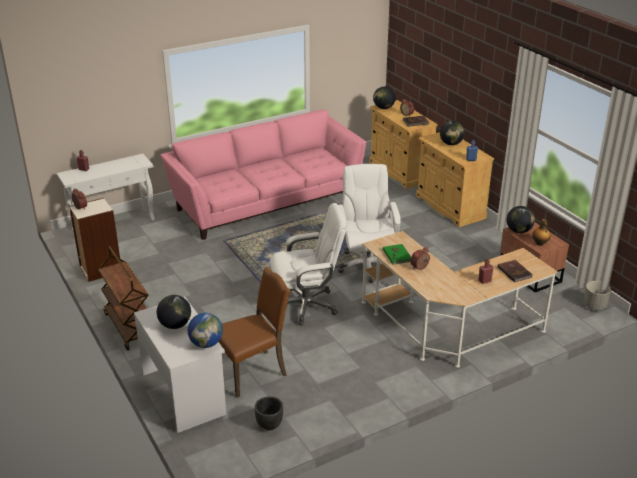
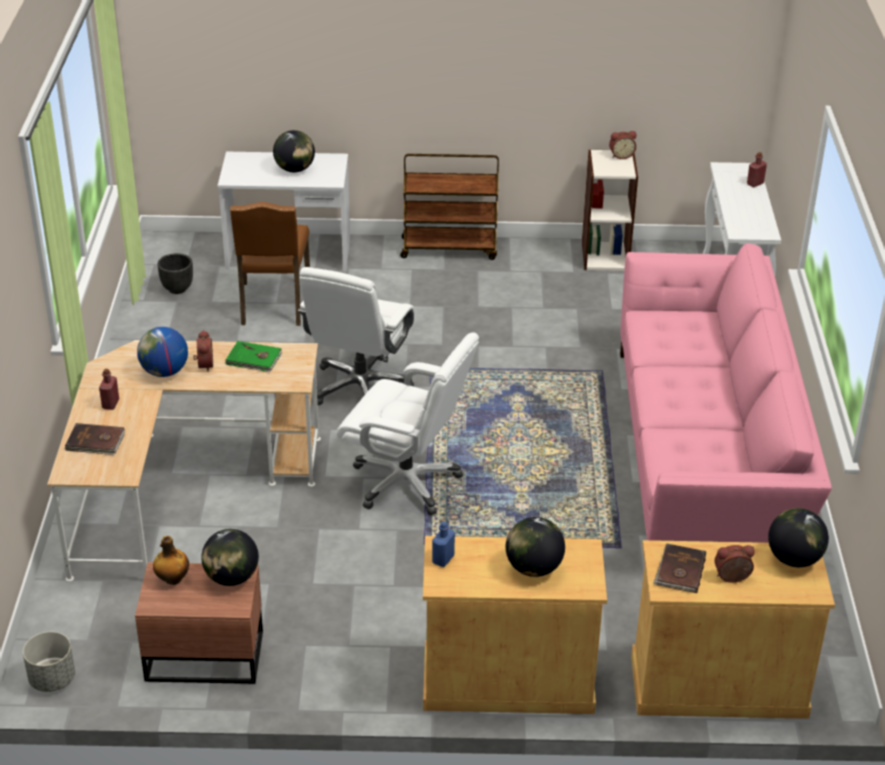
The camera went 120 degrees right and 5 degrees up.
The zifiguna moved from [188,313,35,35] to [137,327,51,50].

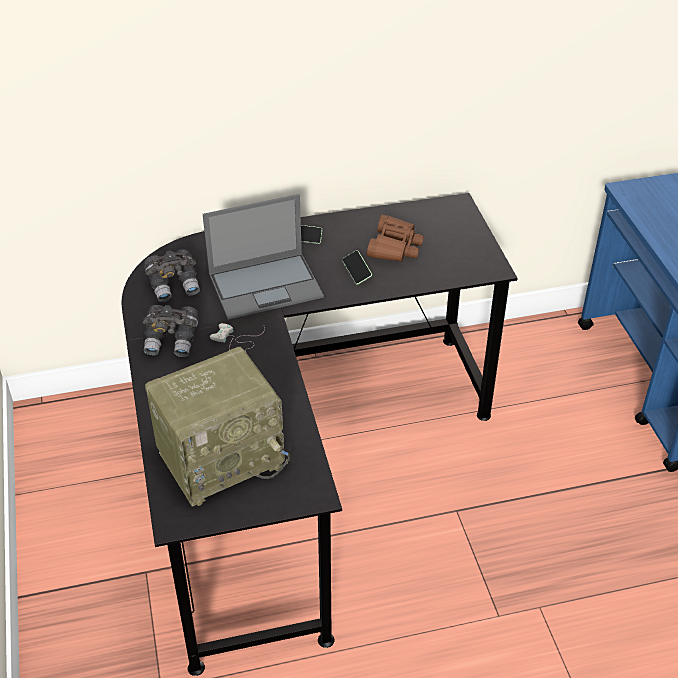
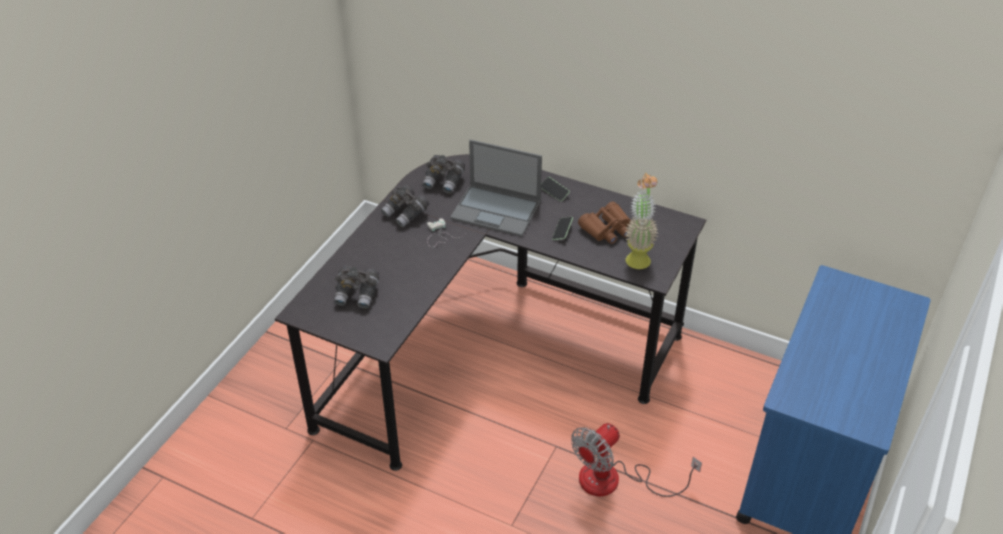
The camera went 40 degrees right and 0 degrees up.
The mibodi at [145,347,146,160] was replaced by the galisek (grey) at [334,266,45,43].
The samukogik at [626,173,32,96] appeared.
The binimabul at [571,423,131,74] appeared.

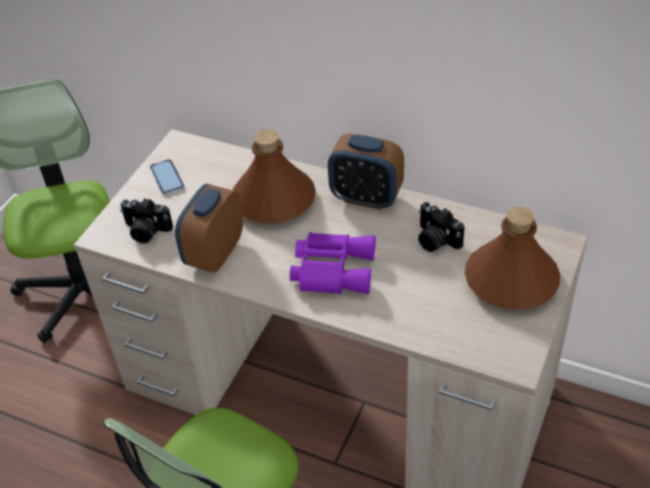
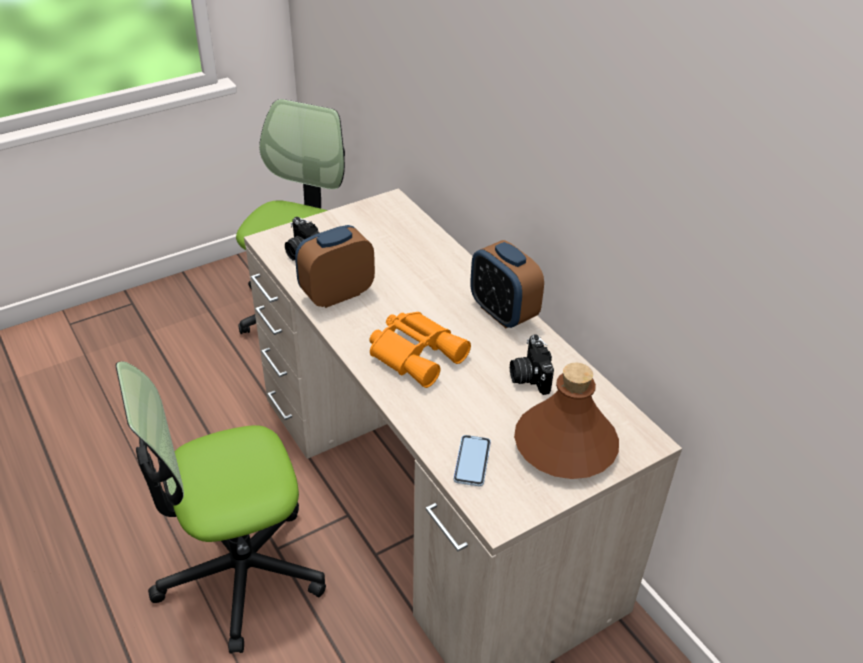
The camera went 30 degrees right and 5 degrees down.
The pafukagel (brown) at [233,129,83,95] disappeared.
The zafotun moved from [150,159,35,36] to [453,435,38,51].
The galisek (purple) at [290,232,85,62] became the galisek (orange) at [369,312,102,76].

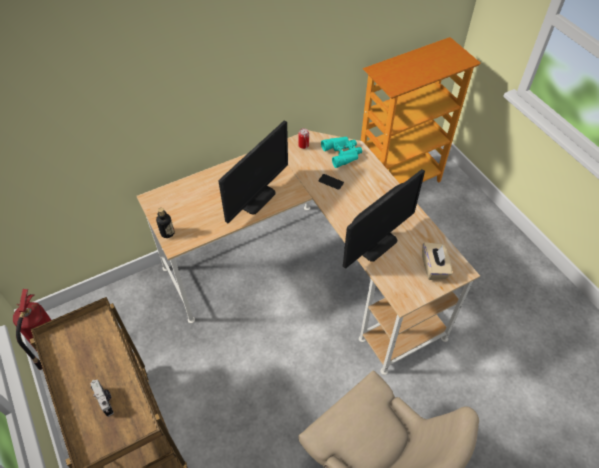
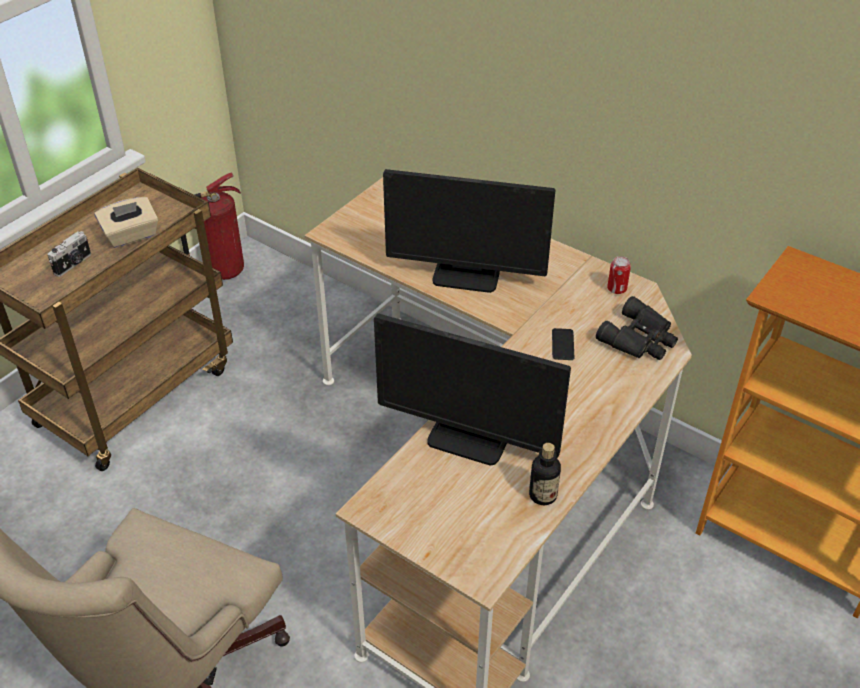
The camera went 65 degrees right and 10 degrees down.
The galisek (turquoise) at [321,137,41,31] became the galisek (black) at [596,296,82,64].
The pafukagel moved from [156,208,19,30] to [529,443,32,62].
The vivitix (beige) moved from [422,242,30,38] to [94,197,64,51].

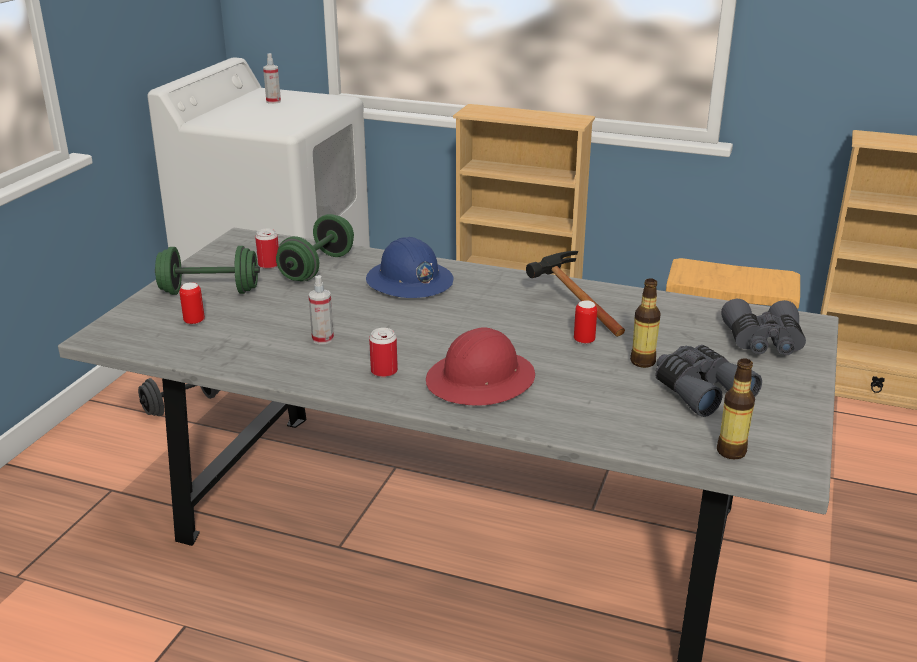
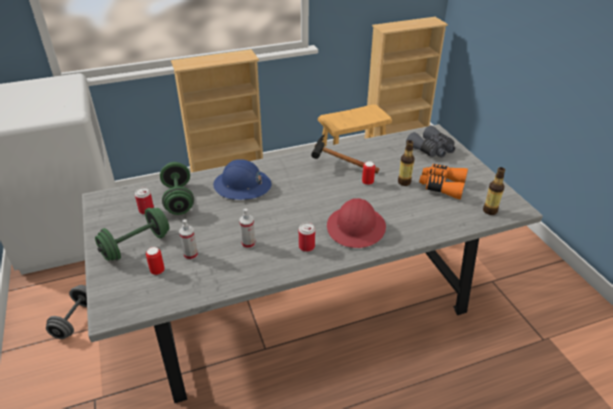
The camera went 40 degrees left and 10 degrees up.
The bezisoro moved from [263,53,18,51] to [179,219,19,41].
The galisek (grey) at [655,345,107,72] became the galisek (orange) at [419,164,49,36].

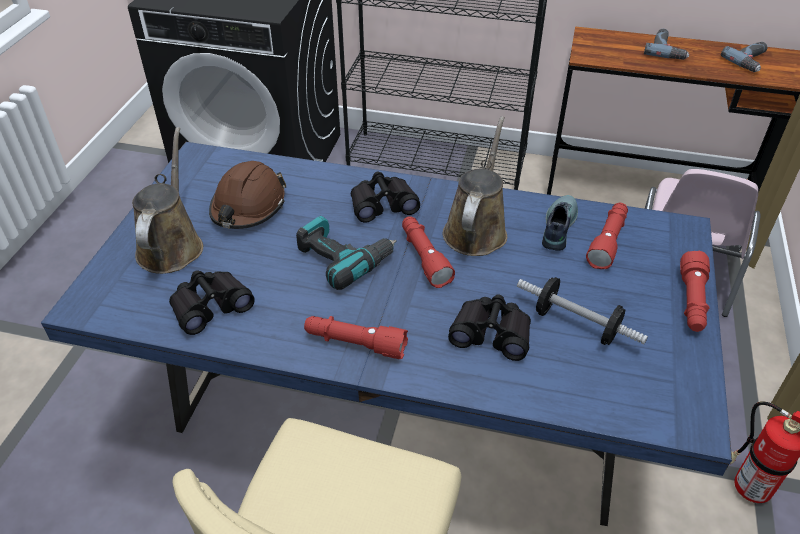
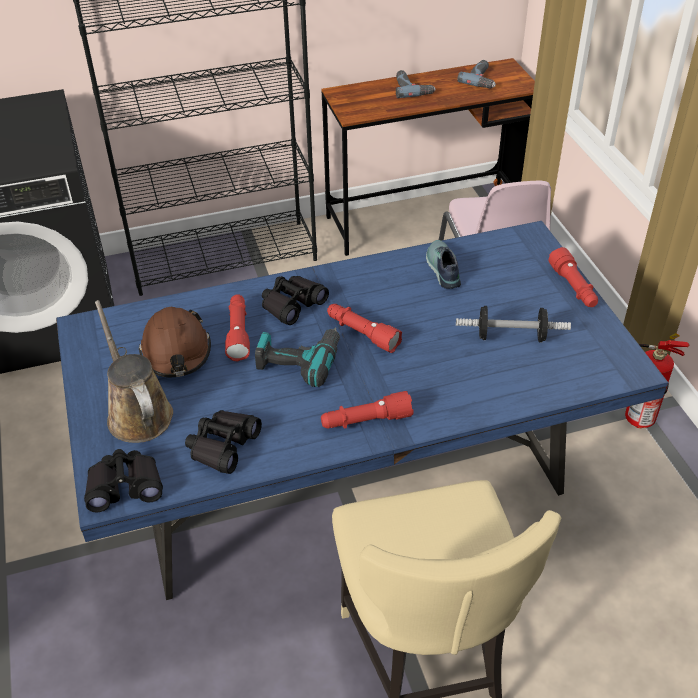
The camera went 30 degrees left and 0 degrees up.
The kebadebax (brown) at [443,116,64,140] disappeared.
The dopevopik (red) moved from [586,203,42,66] to [225,294,25,67].
The galisek (black) moved from [448,294,83,67] to [84,449,79,64].

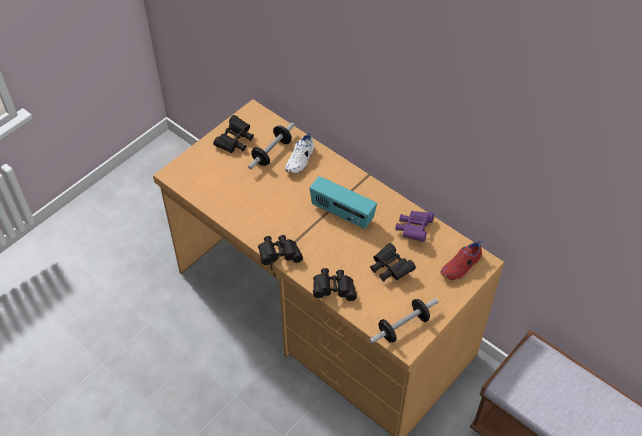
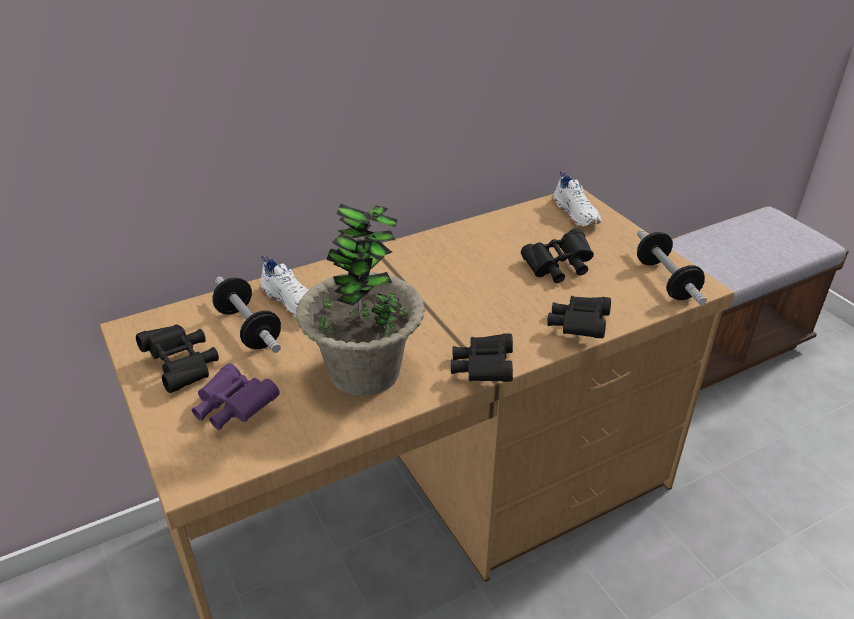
The camera went 70 degrees left and 15 degrees down.
The mibodi at [310,176,67,53] disappeared.
The galisek (purple) moved from [395,211,39,31] to [192,363,88,67].
The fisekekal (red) at [440,239,42,41] became the fisekekal (white) at [552,171,49,56].
The samukogik at [296,203,129,193] appeared.

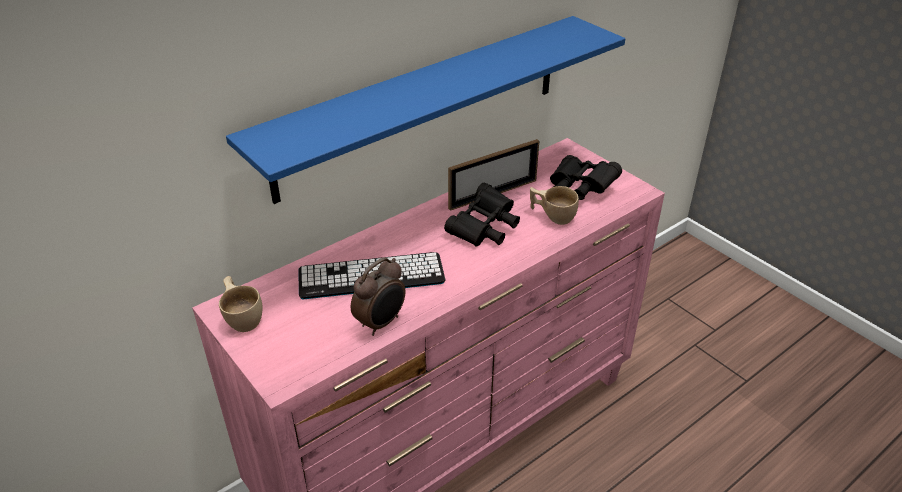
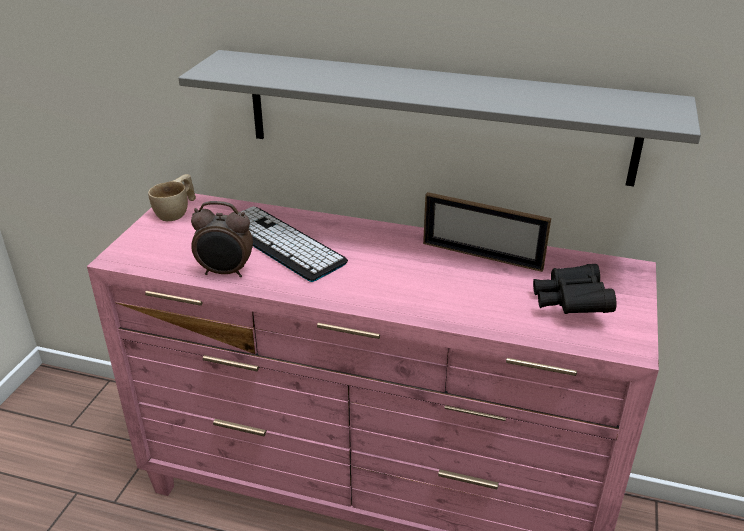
The camera went 55 degrees right and 5 degrees down.
The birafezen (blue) at [226,16,399,188] became the birafezen (grey) at [178,50,523,136].
The galisek (black) at [444,183,76,64] disappeared.
The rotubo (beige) at [530,186,49,39] disappeared.

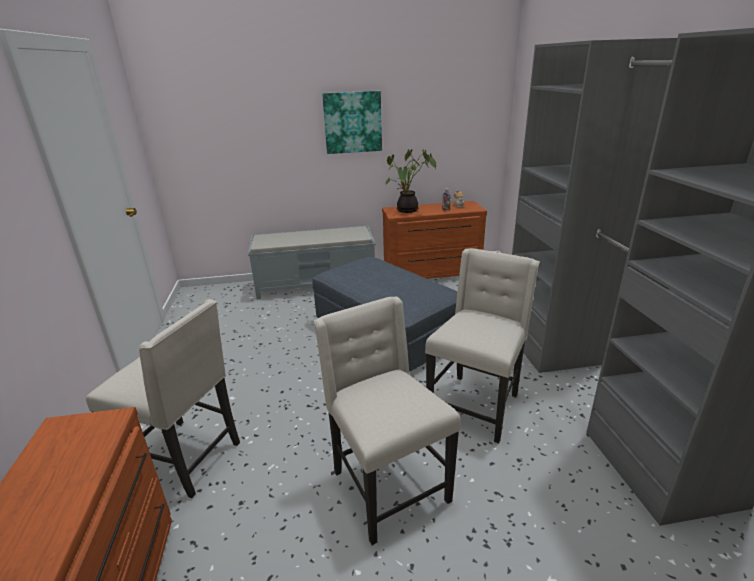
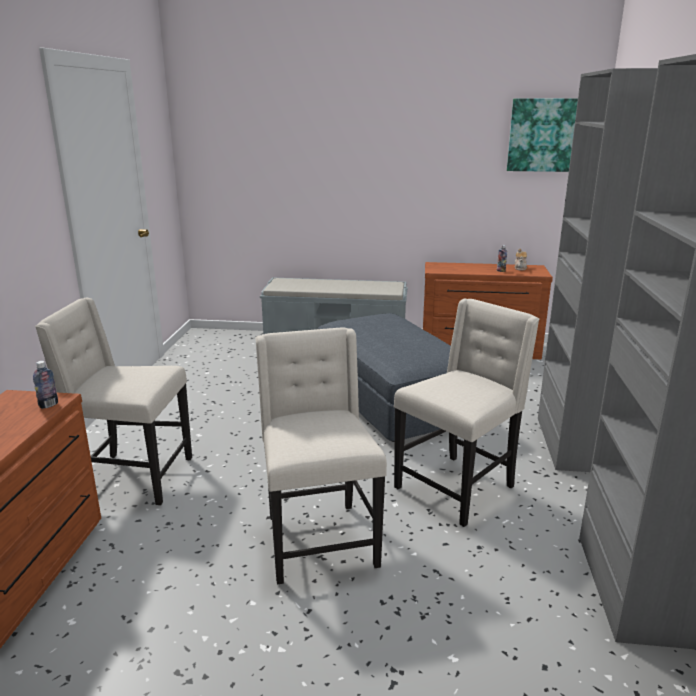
The camera went 15 degrees right and 5 degrees down.
The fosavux moved from [322,91,60,63] to [507,99,71,73].
The samukogik at [385,149,51,64] disappeared.
The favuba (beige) at [86,299,154,199] turned 150 degrees clockwise.
The pafukagel at [33,361,25,48] appeared.

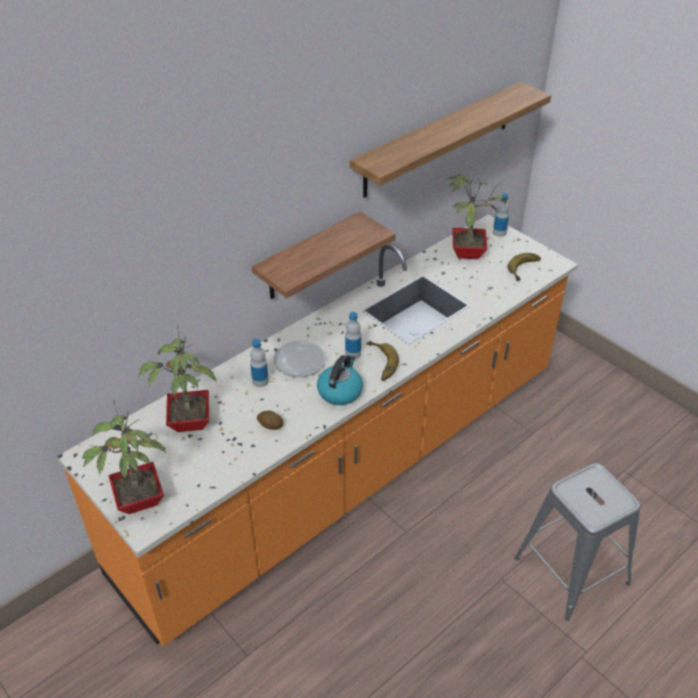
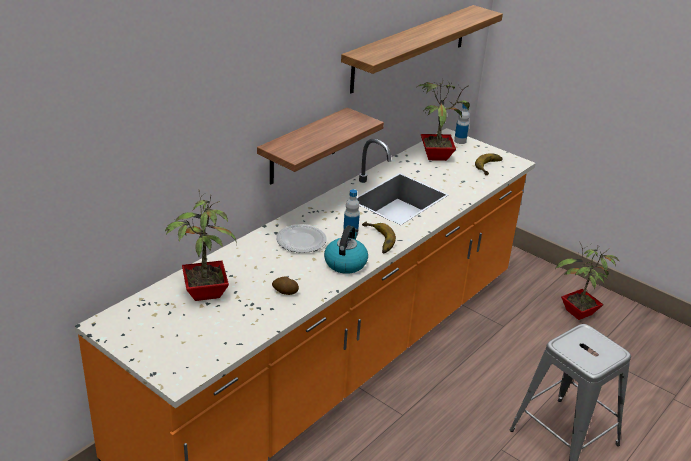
The camera went 10 degrees left and 10 degrees down.
The pafukagel at [250,339,19,48] disappeared.
The samukogik moved from [82,400,84,114] to [555,243,65,77].

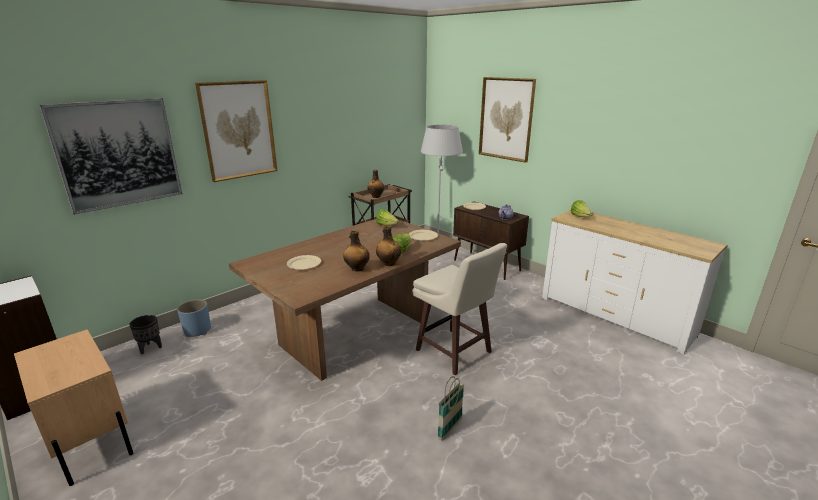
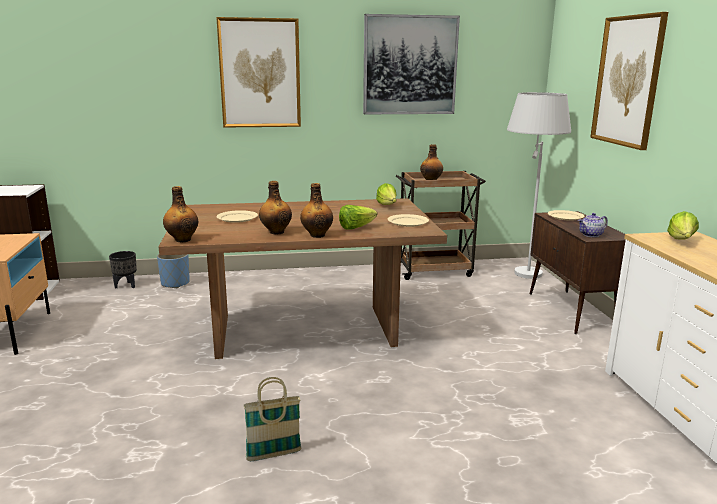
The camera went 35 degrees right and 5 degrees down.
The fosavux moved from [39,98,143,117] to [363,14,97,100].
The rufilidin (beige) at [413,243,94,132] disappeared.
The pafukagel at [163,186,35,56] appeared.

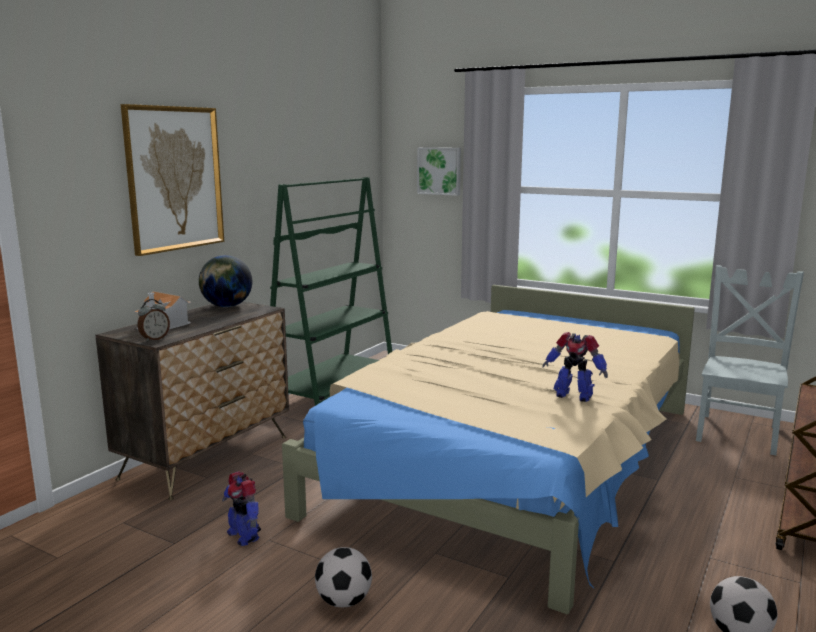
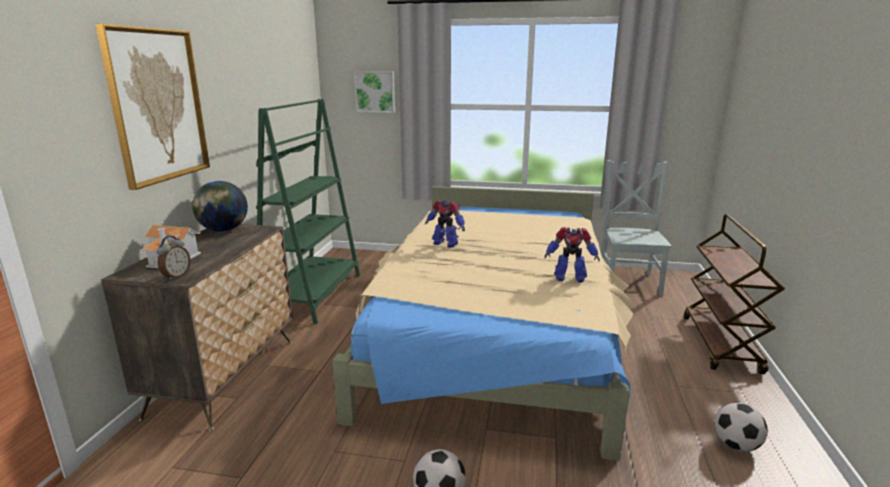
The camera went 20 degrees left and 5 degrees up.
The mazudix moved from [222,471,39,75] to [425,200,40,48].

